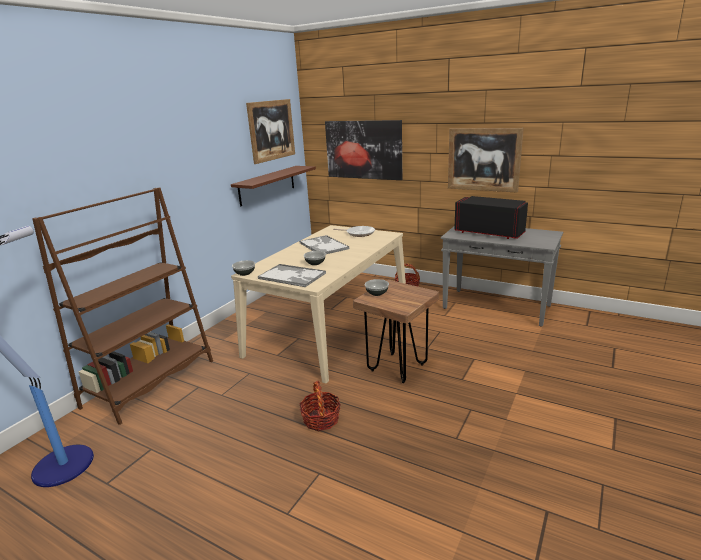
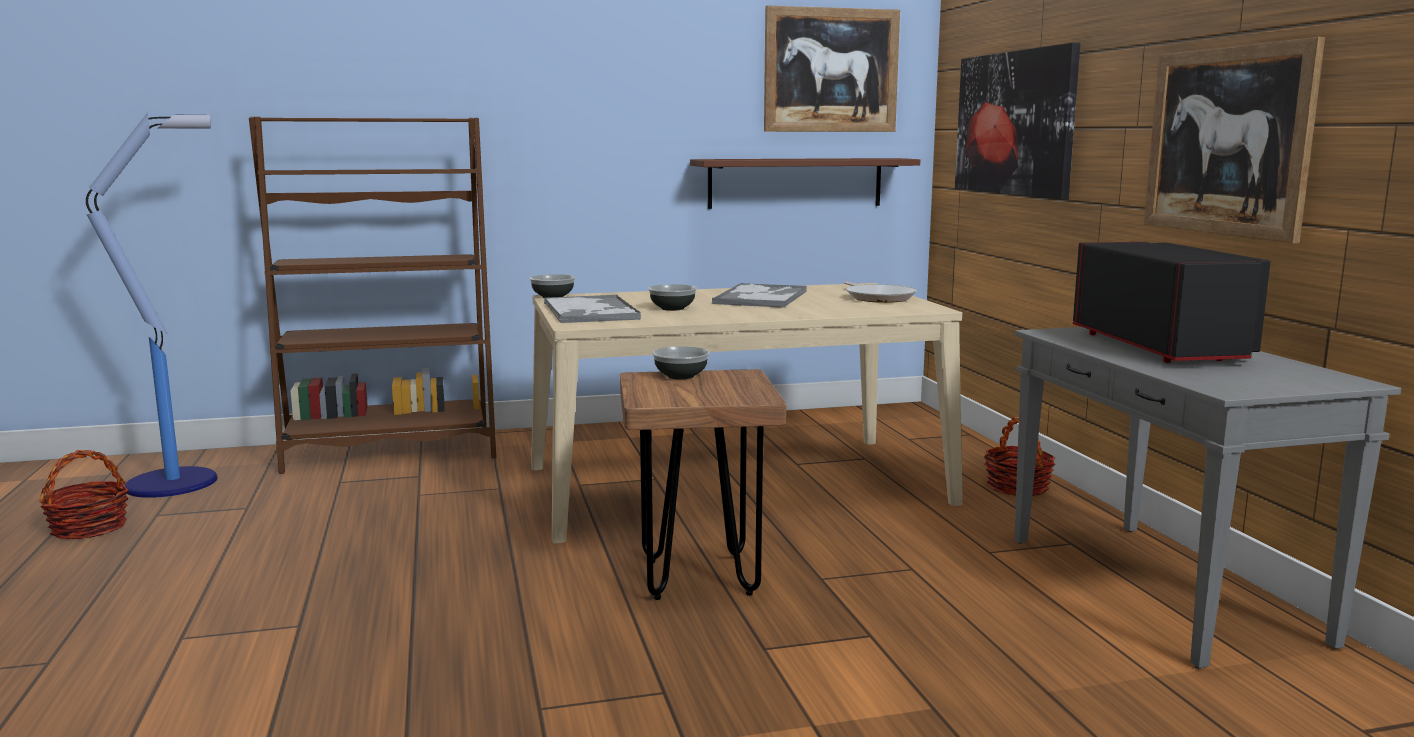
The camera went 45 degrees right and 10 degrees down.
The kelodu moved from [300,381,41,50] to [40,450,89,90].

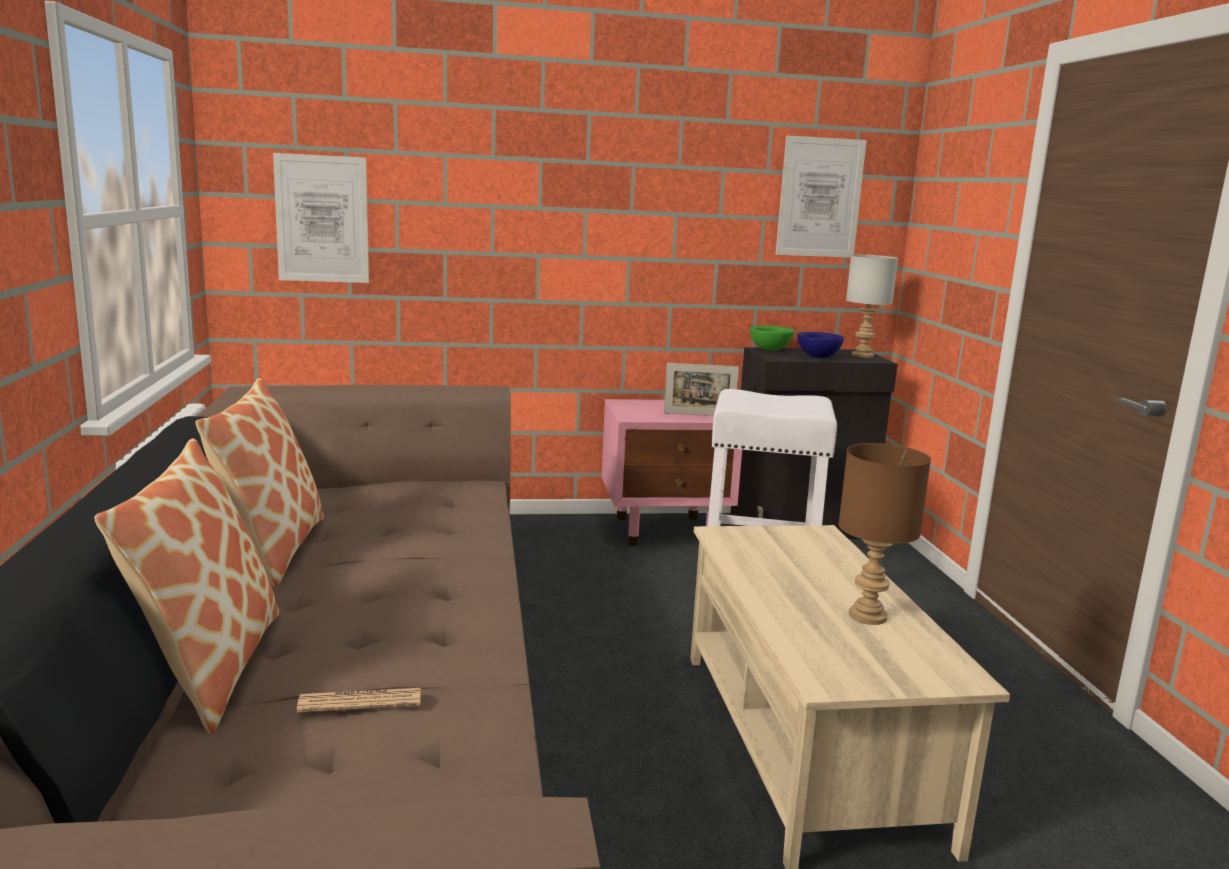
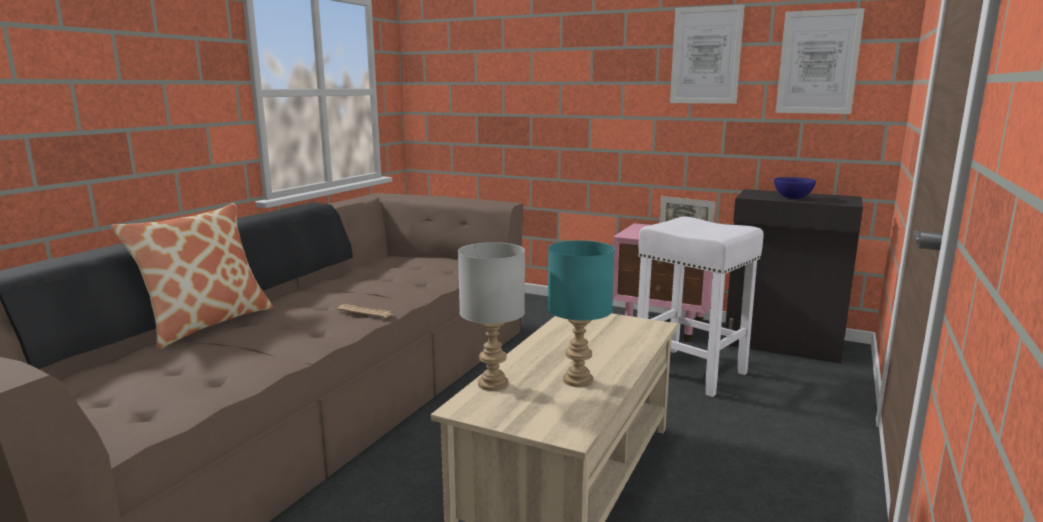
The camera went 35 degrees right and 0 degrees up.
The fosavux moved from [273,153,96,130] to [670,4,75,100].
The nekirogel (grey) moved from [846,255,52,103] to [458,242,67,149].
The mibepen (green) at [750,326,45,25] disappeared.
The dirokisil at [195,378,129,209] disappeared.
The nekirogel (brown) at [838,443,93,182] became the nekirogel (turquoise) at [548,240,67,147].
The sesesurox moved from [297,688,124,25] to [337,304,57,14].

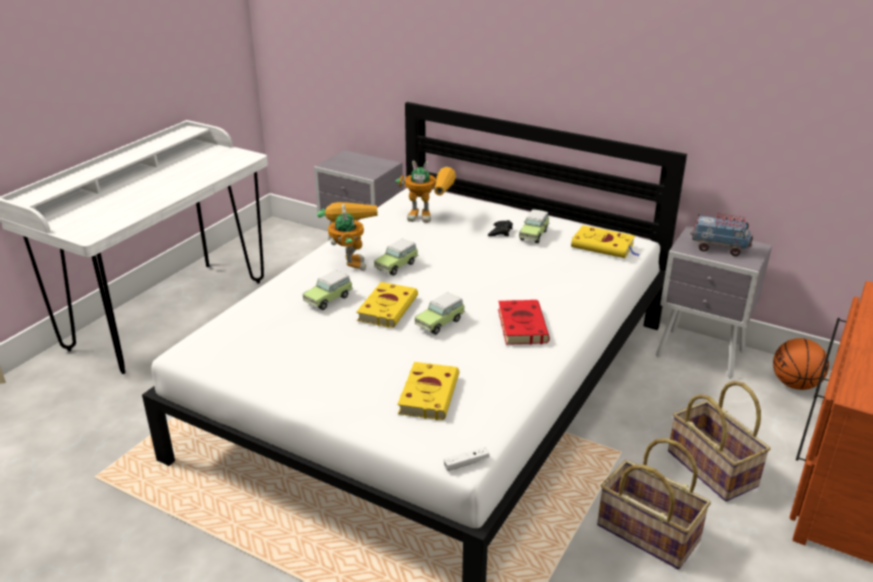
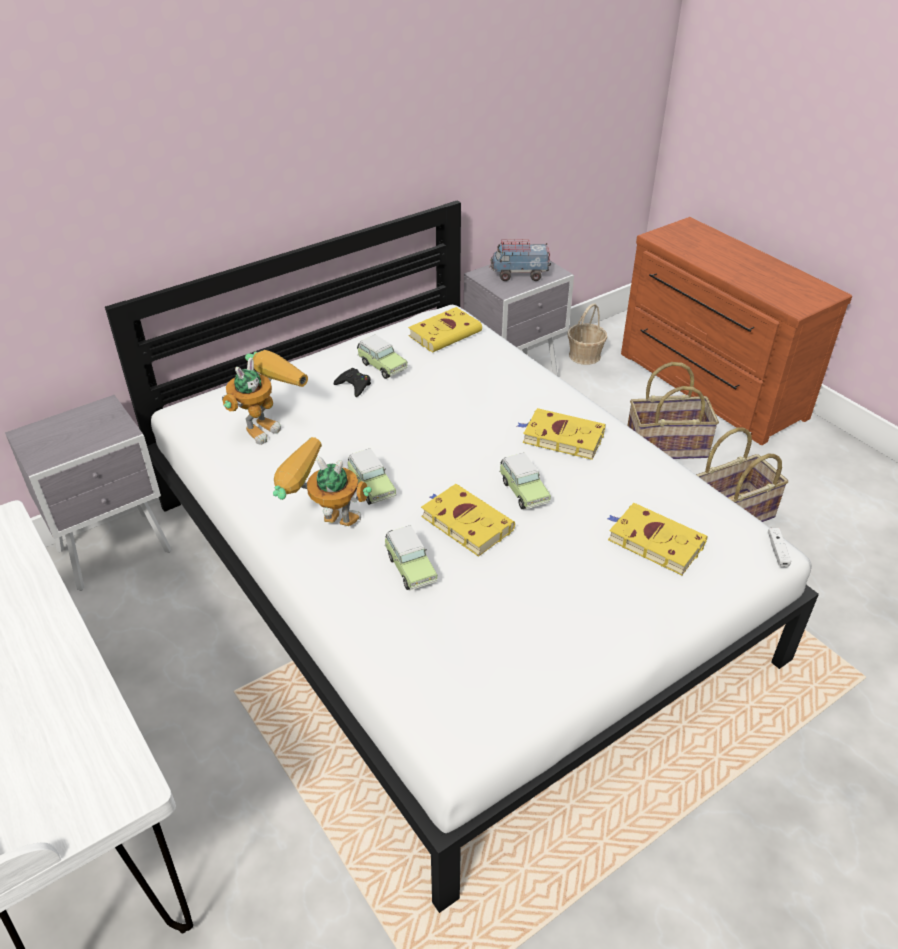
The camera went 65 degrees left and 10 degrees up.
The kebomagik at [690,213,63,43] turned 135 degrees counterclockwise.
The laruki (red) at [498,300,52,45] became the laruki (yellow) at [517,408,88,52].
The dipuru at [773,338,56,52] was replaced by the kelodu at [567,304,40,61].

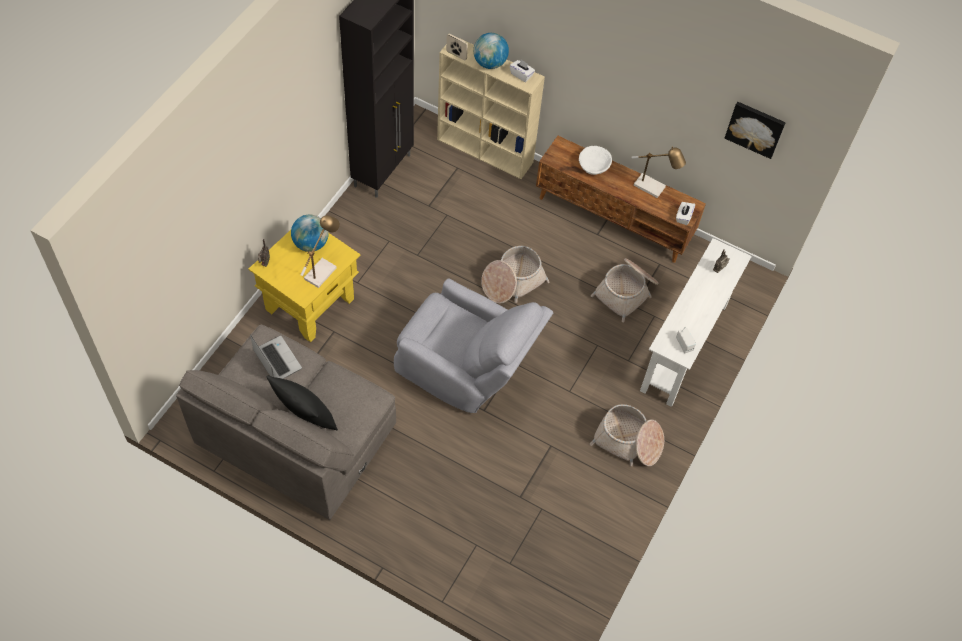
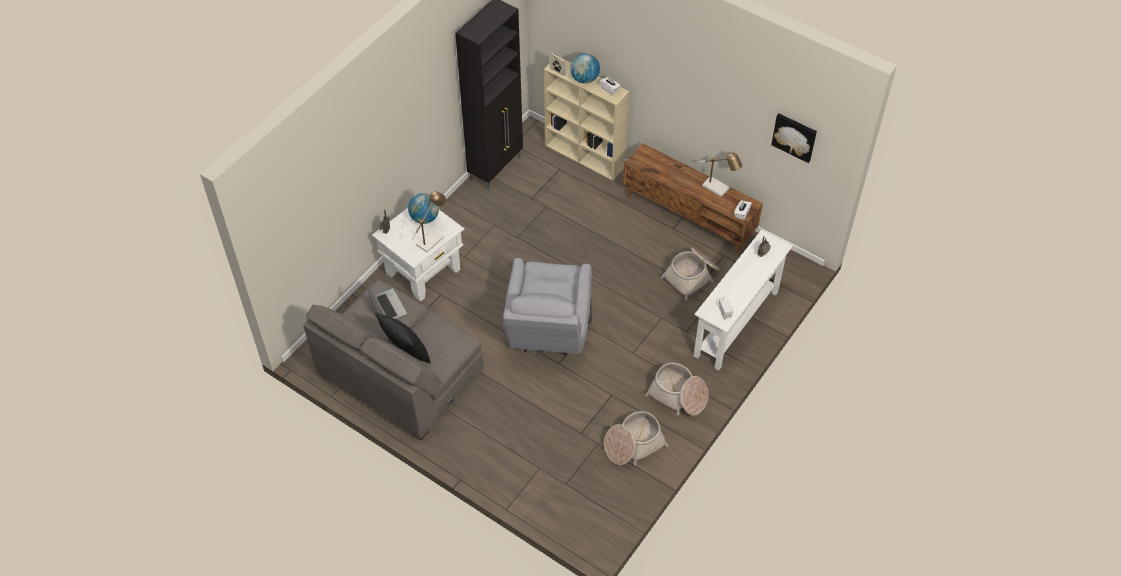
The camera went 10 degrees right and 5 degrees down.
The mibepen (white) at [579,146,33,29] disappeared.
The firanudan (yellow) at [249,230,112,112] became the firanudan (white) at [372,208,92,94].
The kelodu moved from [481,246,69,58] to [604,411,64,54].
The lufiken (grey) at [394,278,159,135] turned 60 degrees clockwise.

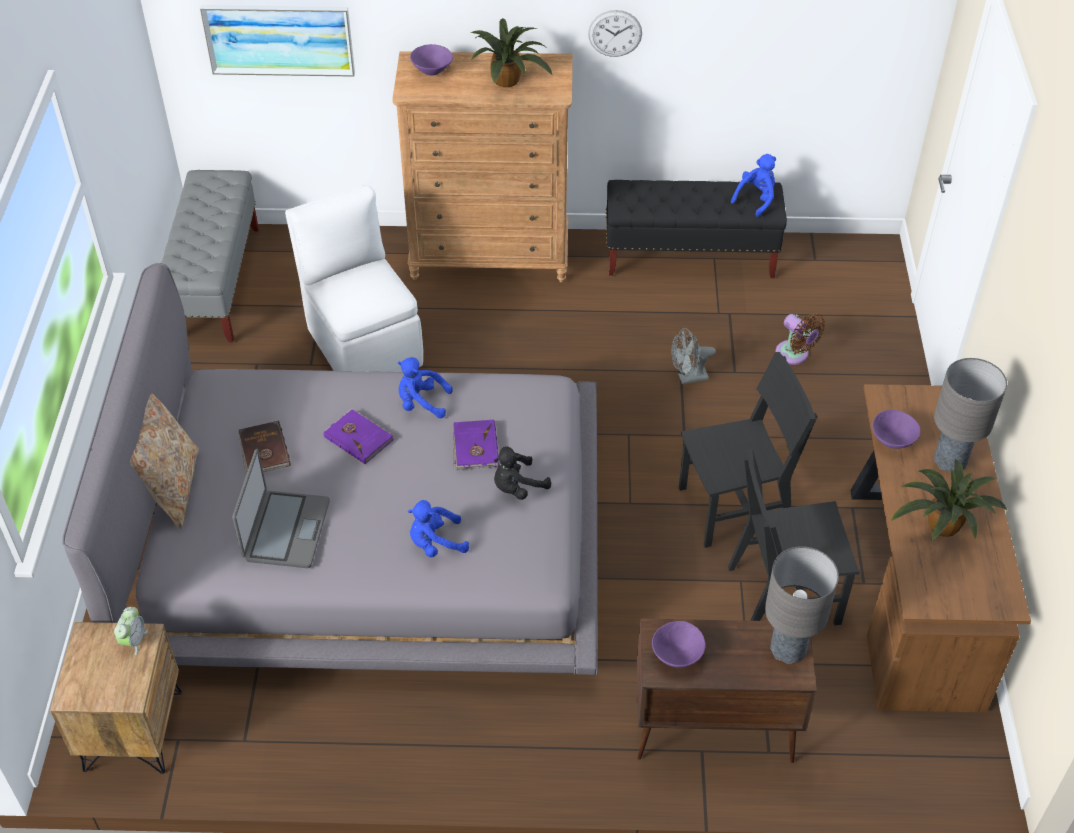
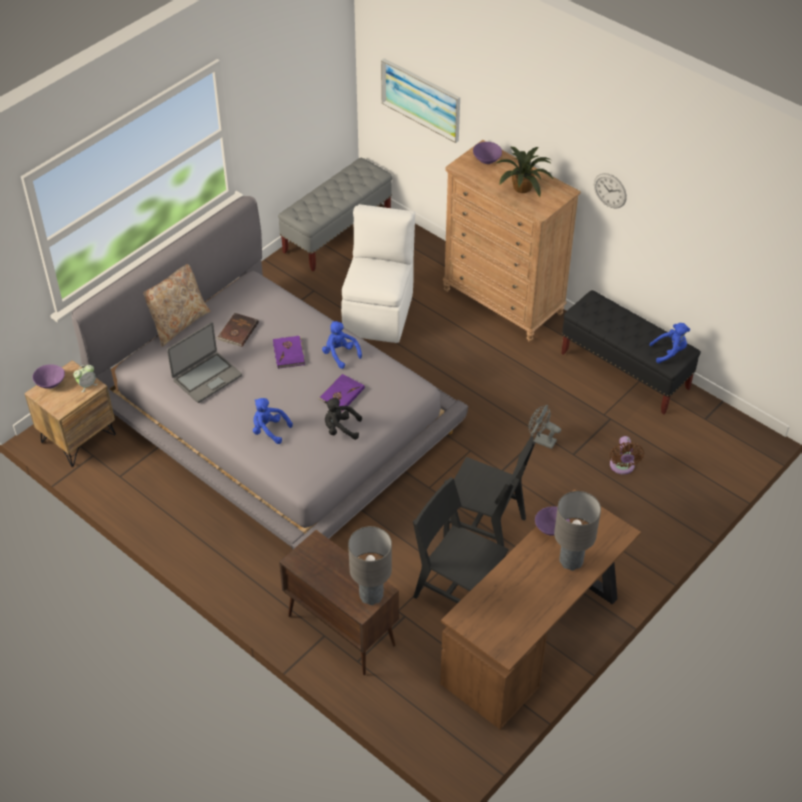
The camera went 40 degrees right and 0 degrees up.
The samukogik at [891,459,116,82] disappeared.
The mibepen (purple) moved from [652,621,53,47] to [33,364,32,25].

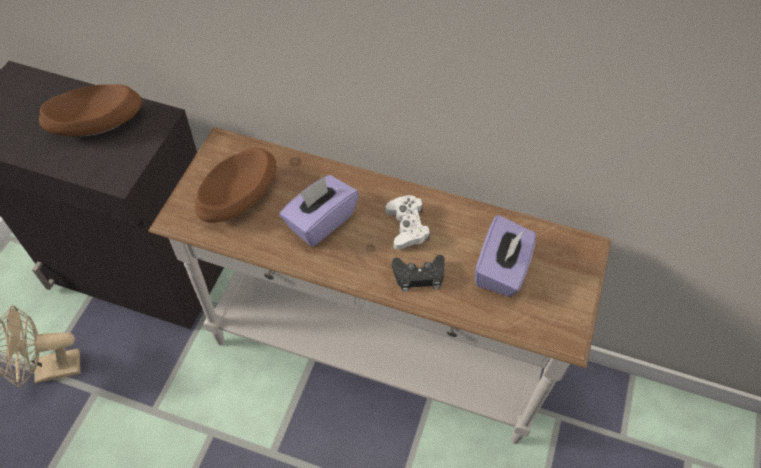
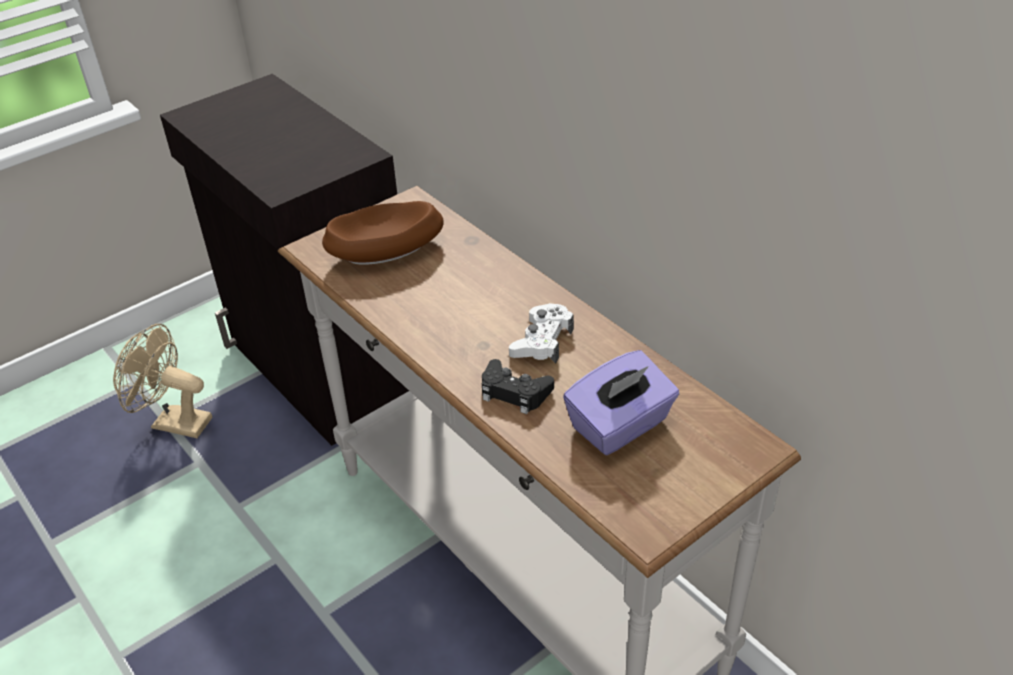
The camera went 35 degrees right and 15 degrees down.
The mibepen (brown) at [39,84,103,52] disappeared.
The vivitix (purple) at [280,175,79,72] disappeared.

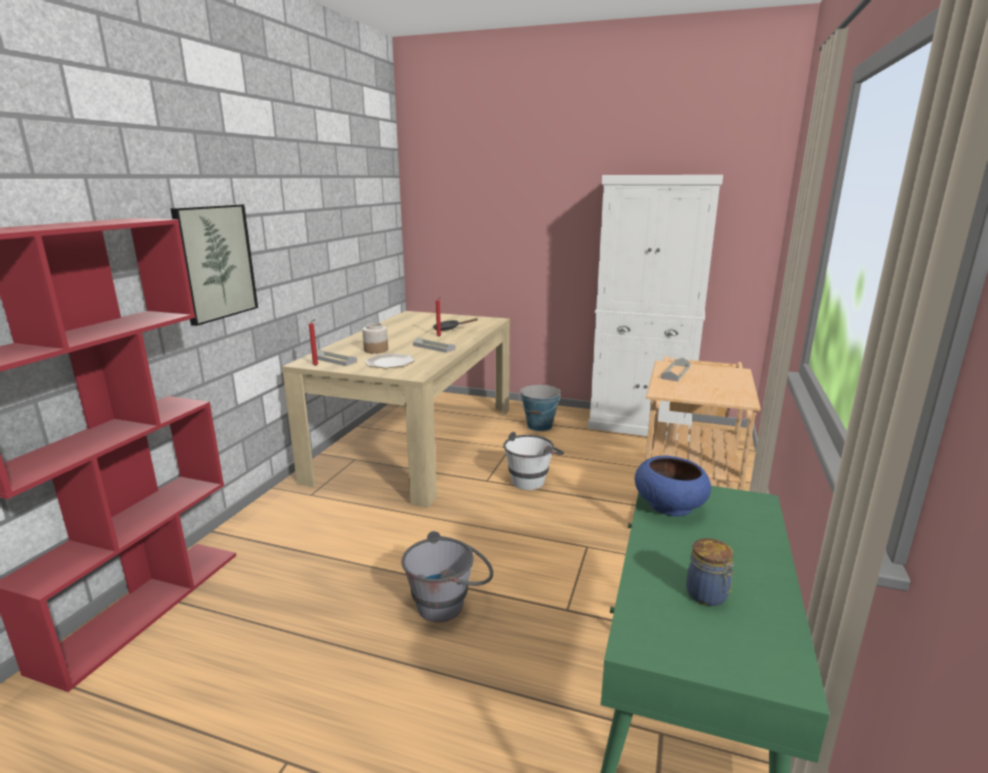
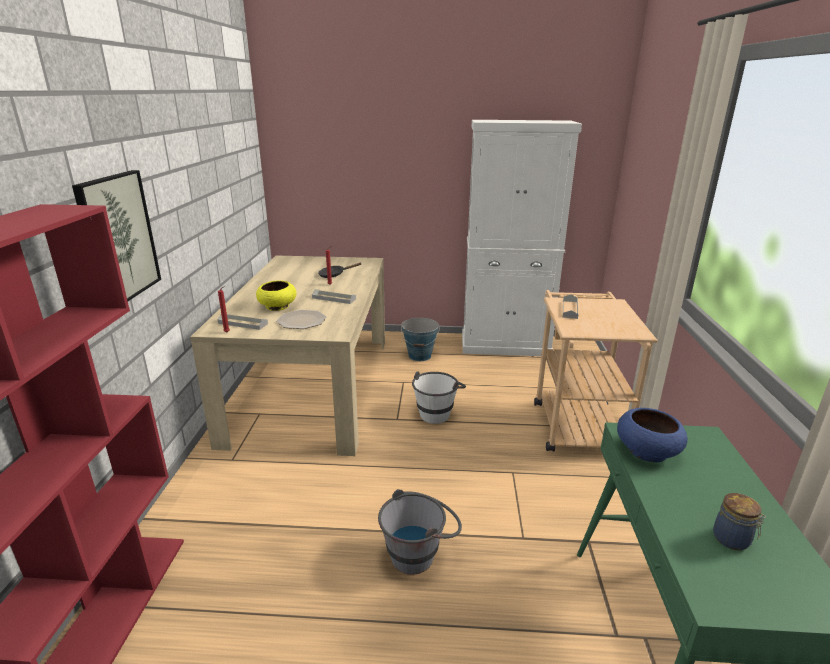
The camera went 15 degrees left and 5 degrees up.
The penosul at [362,323,26,31] was replaced by the mibepen (yellow) at [256,281,40,30].

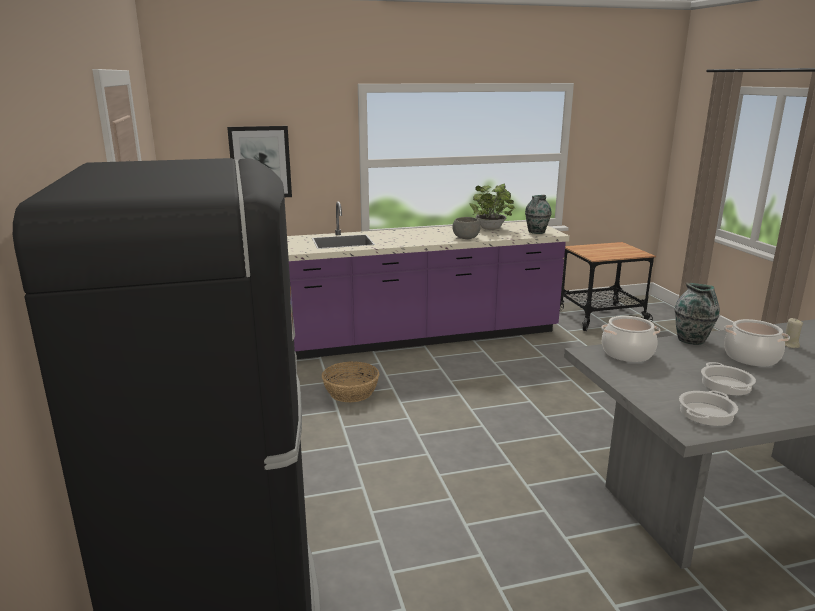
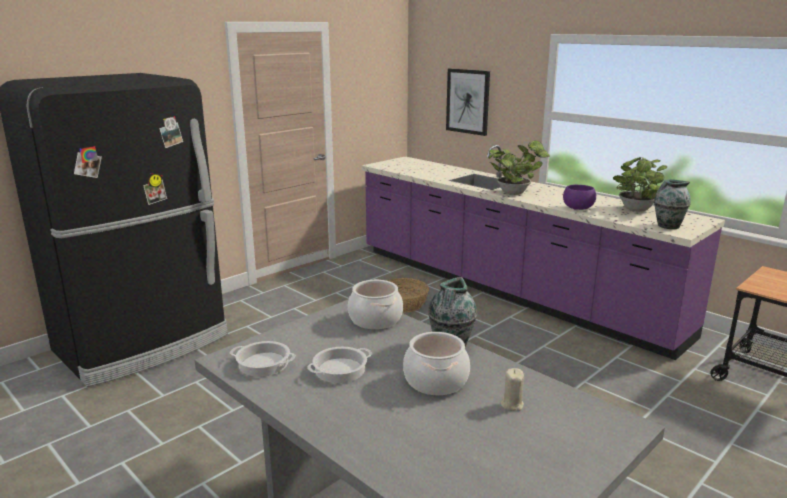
The camera went 60 degrees right and 0 degrees up.
The mibepen (grey) at [452,217,29,22] became the mibepen (purple) at [563,185,33,25].
The samukogik at [488,140,62,55] appeared.

